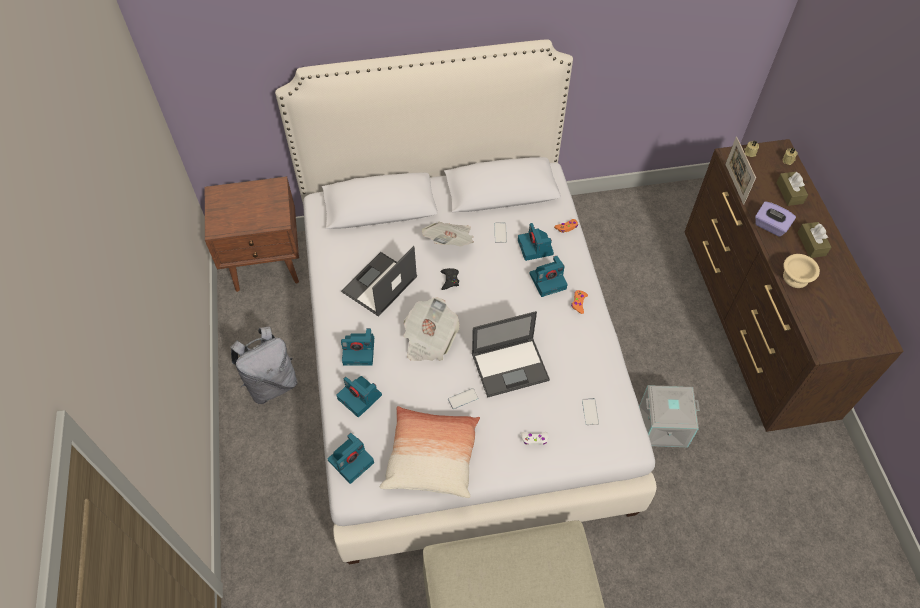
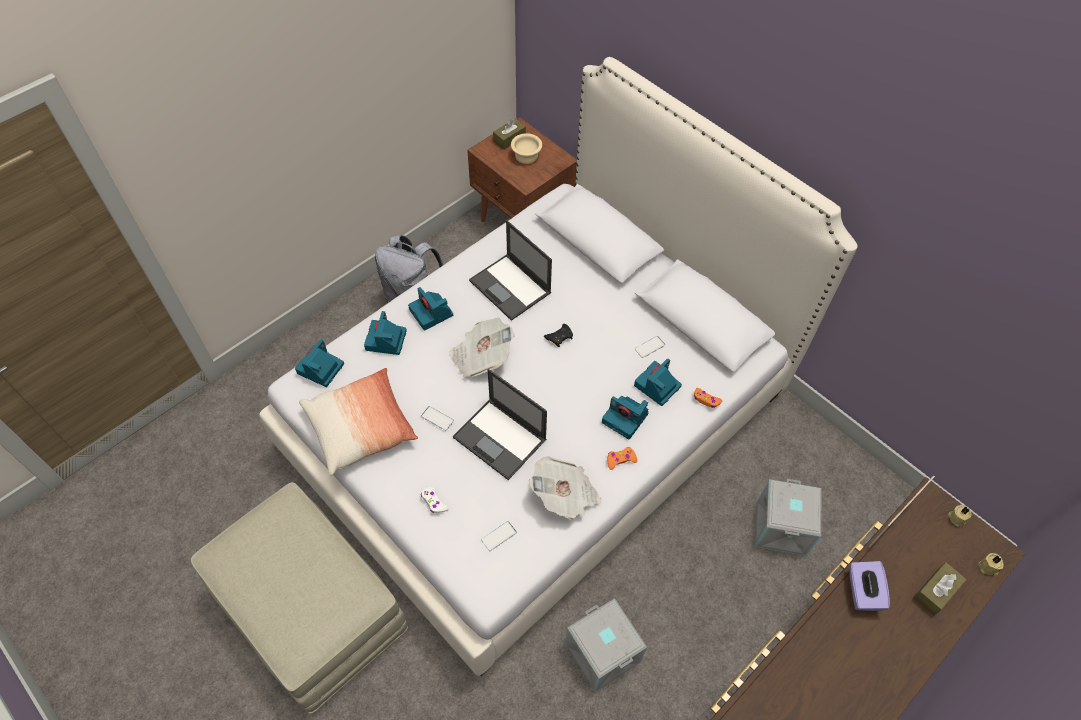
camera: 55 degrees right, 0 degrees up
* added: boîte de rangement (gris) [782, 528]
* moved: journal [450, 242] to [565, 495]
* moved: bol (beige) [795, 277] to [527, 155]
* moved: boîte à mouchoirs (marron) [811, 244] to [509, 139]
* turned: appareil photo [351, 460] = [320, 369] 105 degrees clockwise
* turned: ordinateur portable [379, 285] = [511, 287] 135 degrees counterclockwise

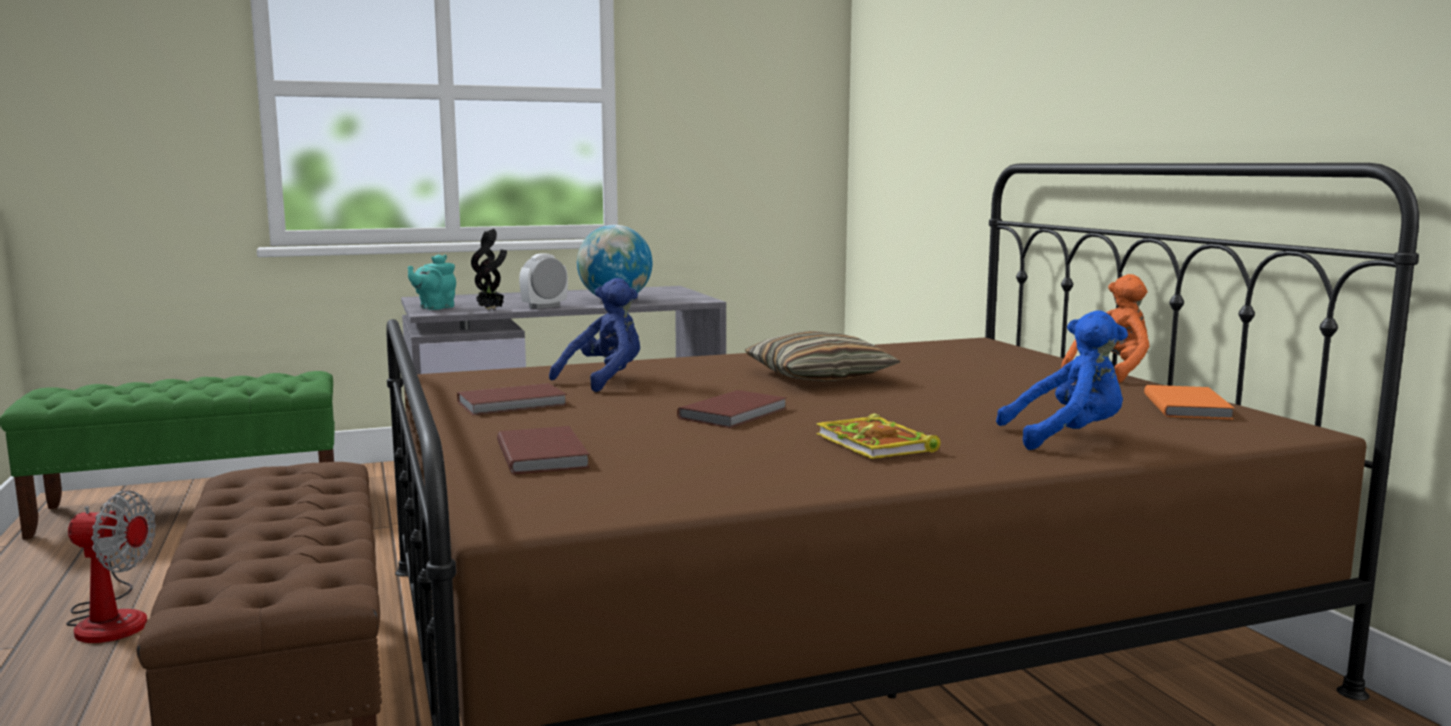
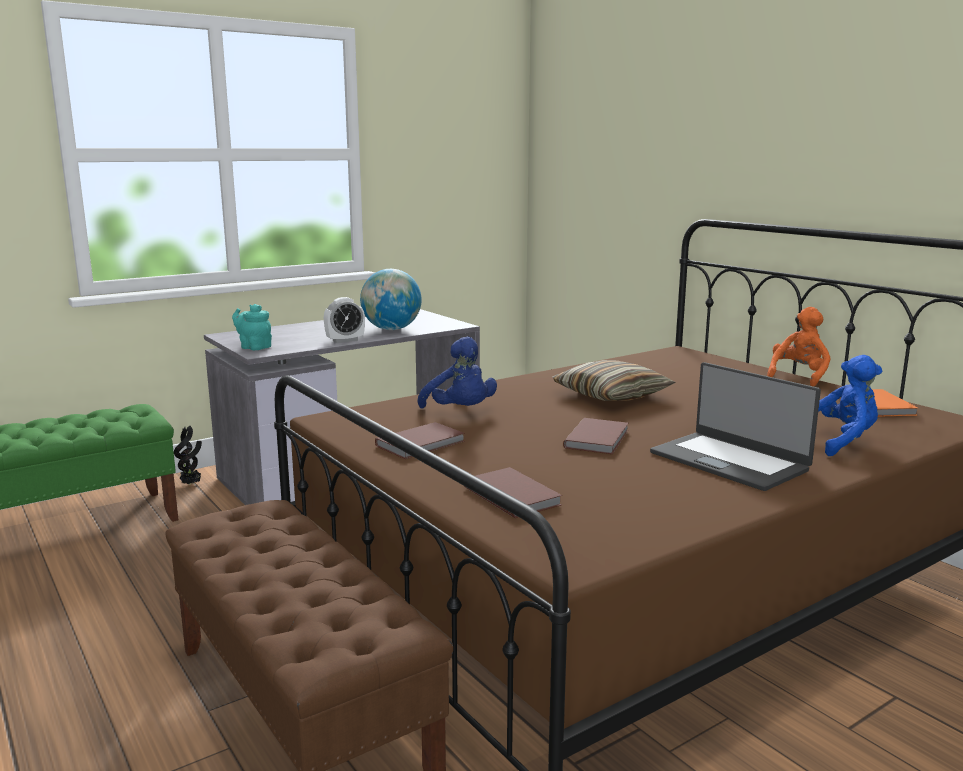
camera: 15 degrees left, 5 degrees up
* removed: ventilateur [110, 619]
* moved: plante en pot [491, 310] to [191, 484]
* replaced: livre [877, 444] to ordinateur portable [729, 461]
* turned: théière (turquoise) [434, 308] = [254, 347] 105 degrees clockwise
* turned: réveil [544, 307] = [345, 340] 150 degrees counterclockwise
* turned: peluche (bleu) [605, 380] = [460, 412] 120 degrees clockwise

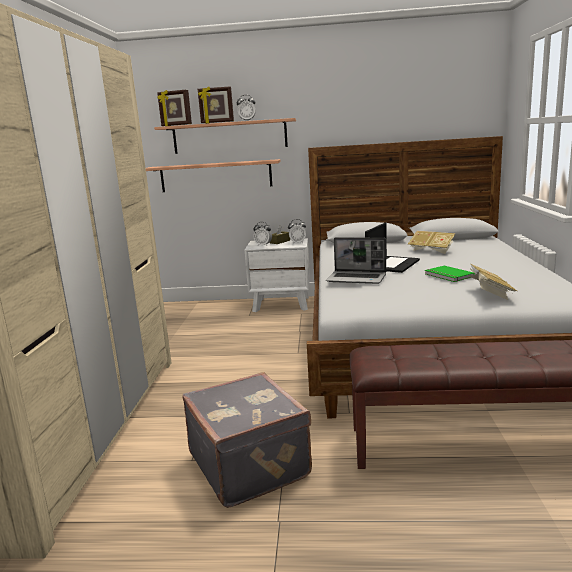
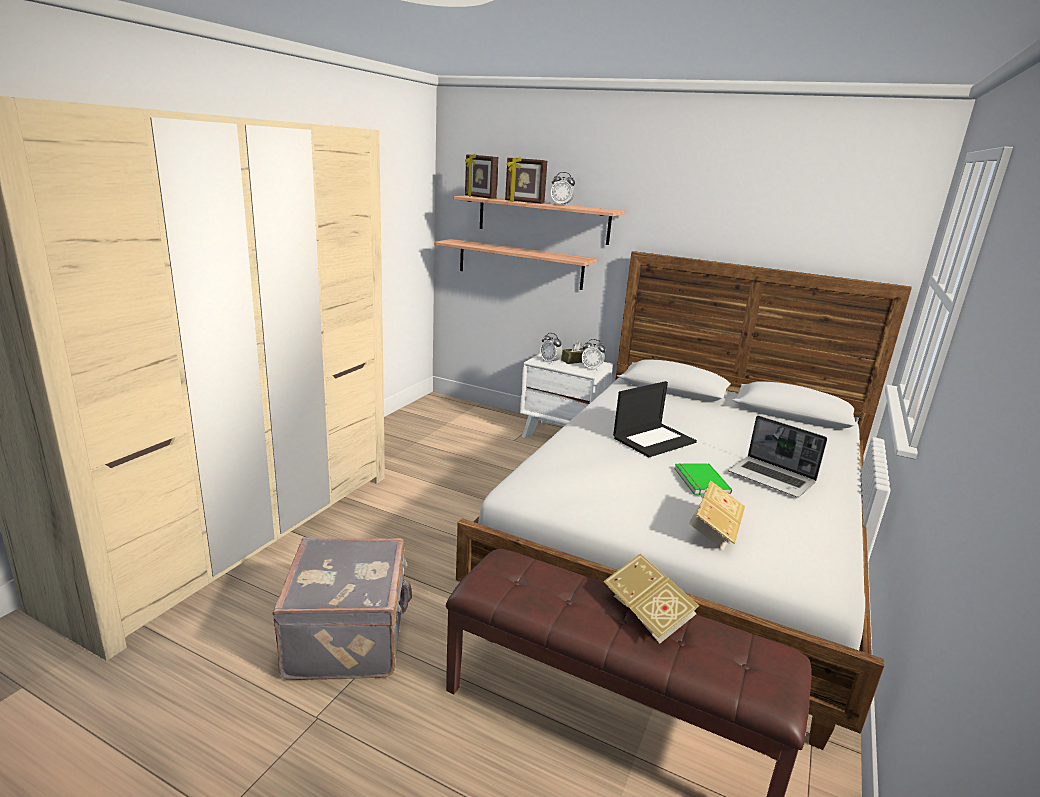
camera: 20 degrees right, 5 degrees up
* moved: ordinateur portable [357, 278] to [772, 478]
* moved: livre [431, 250] to [647, 614]

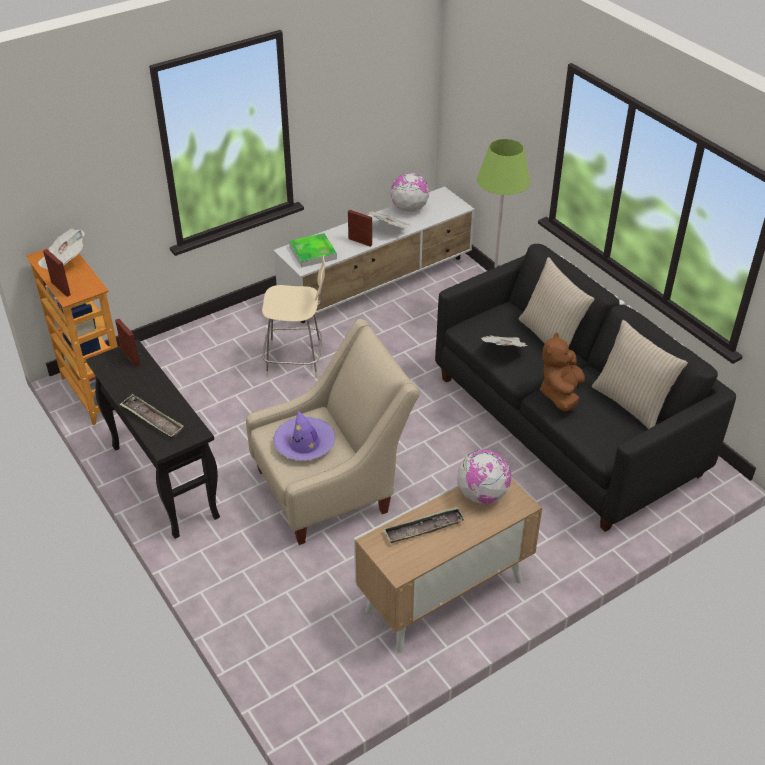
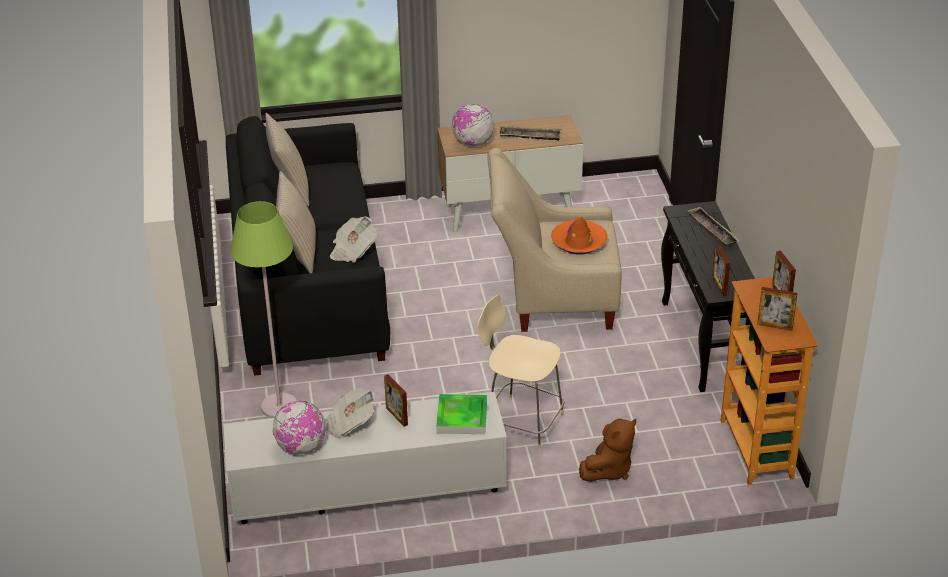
camera: 155 degrees left, 5 degrees down
* moved: peluche (marron) [561, 394] to [608, 469]
* replaced: journal [64, 261] to cadre photo [775, 326]
* recoloured: chapeau (violet) [304, 444] to chapeau (orange) [578, 242]

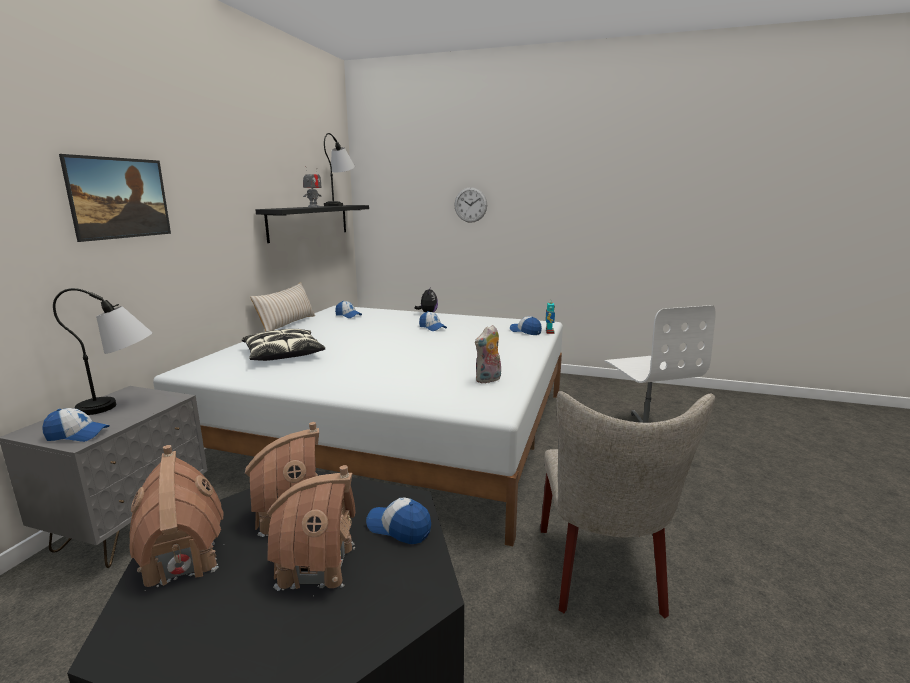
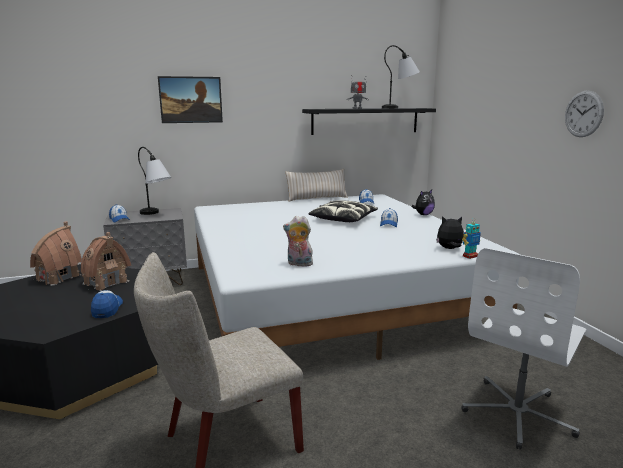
camera: 55 degrees right, 0 degrees up
* removed: maison miniature [317, 565]
* moved: coussin [283, 354] to [343, 219]
* moved: horloge murale [470, 205] to [583, 114]
* replaced: casquette [525, 331] to peluche [449, 249]

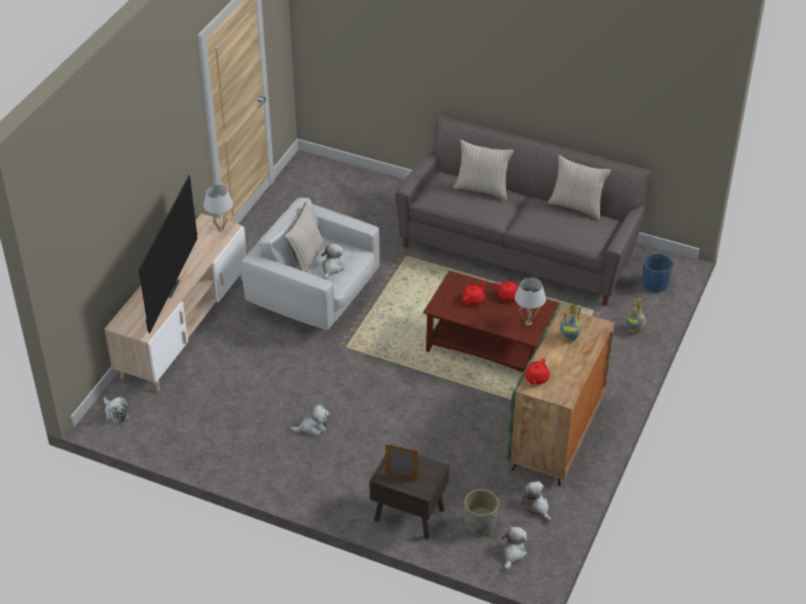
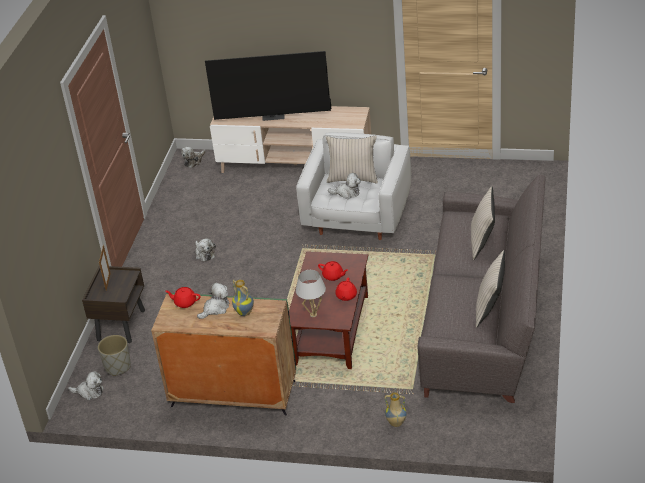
camera: 80 degrees right, 5 degrees down
* removed: lampe de table (blanc) [221, 229]
* removed: cache-pot (bleu) [655, 284]
* moved: peluche [536, 507] to [215, 308]

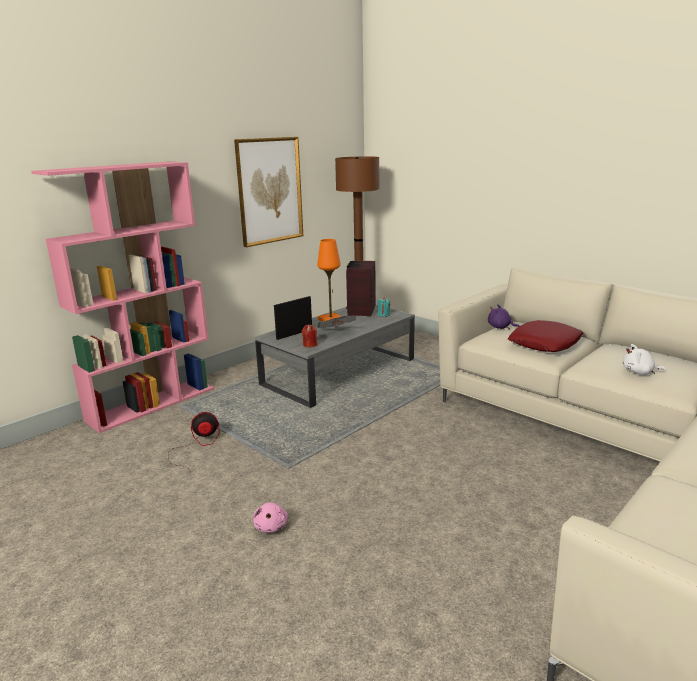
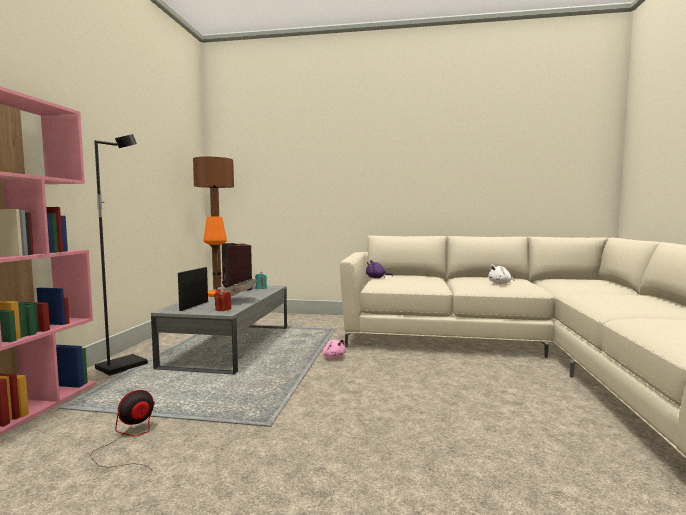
camera: 35 degrees left, 15 degrees down
* removed: tableau [269, 191]
* removed: coussin (rouge) [545, 343]
* added: lampadaire (noir) [121, 366]
* moved: peluche (rose) [271, 526] to [333, 357]

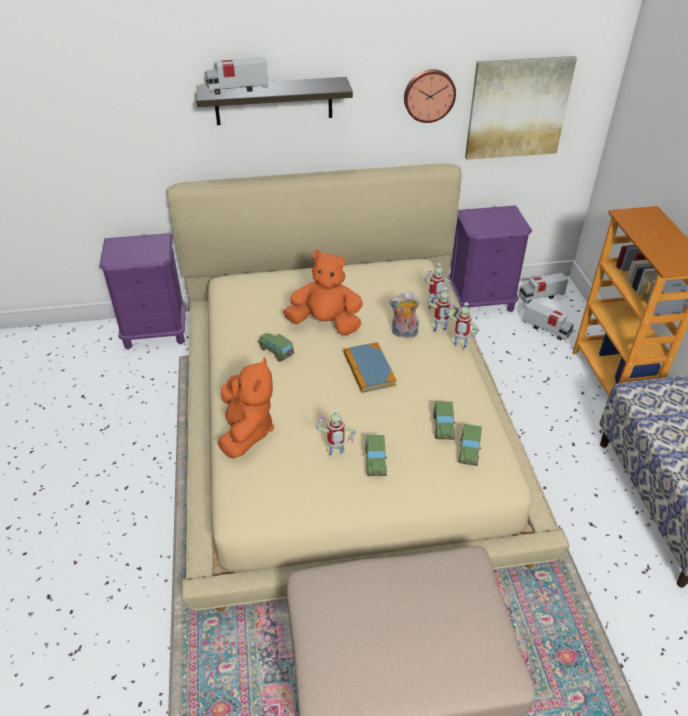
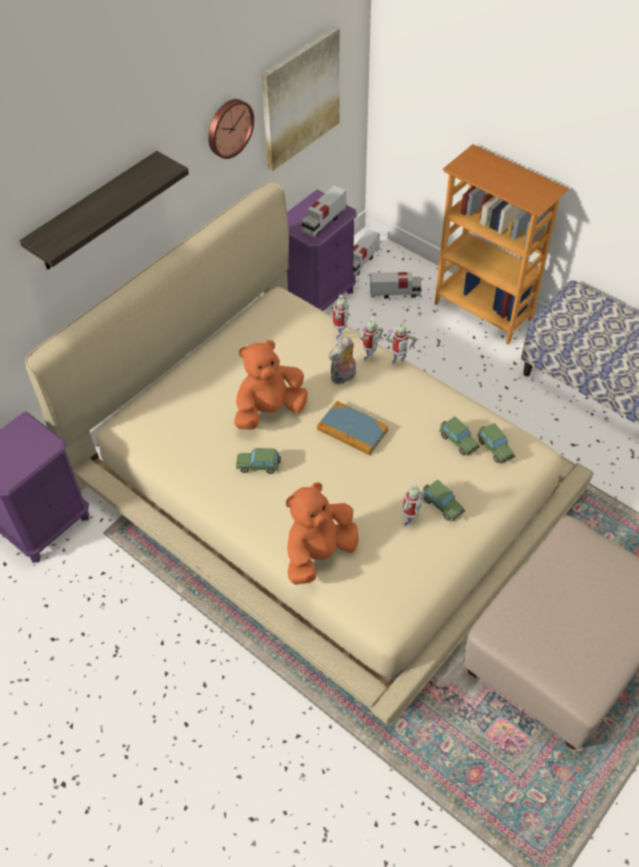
camera: 40 degrees left, 10 degrees up
* moved: camion jouet [237, 89] to [324, 222]
* turned: peluche (orange) [246, 431] = [319, 554] 90 degrees counterclockwise

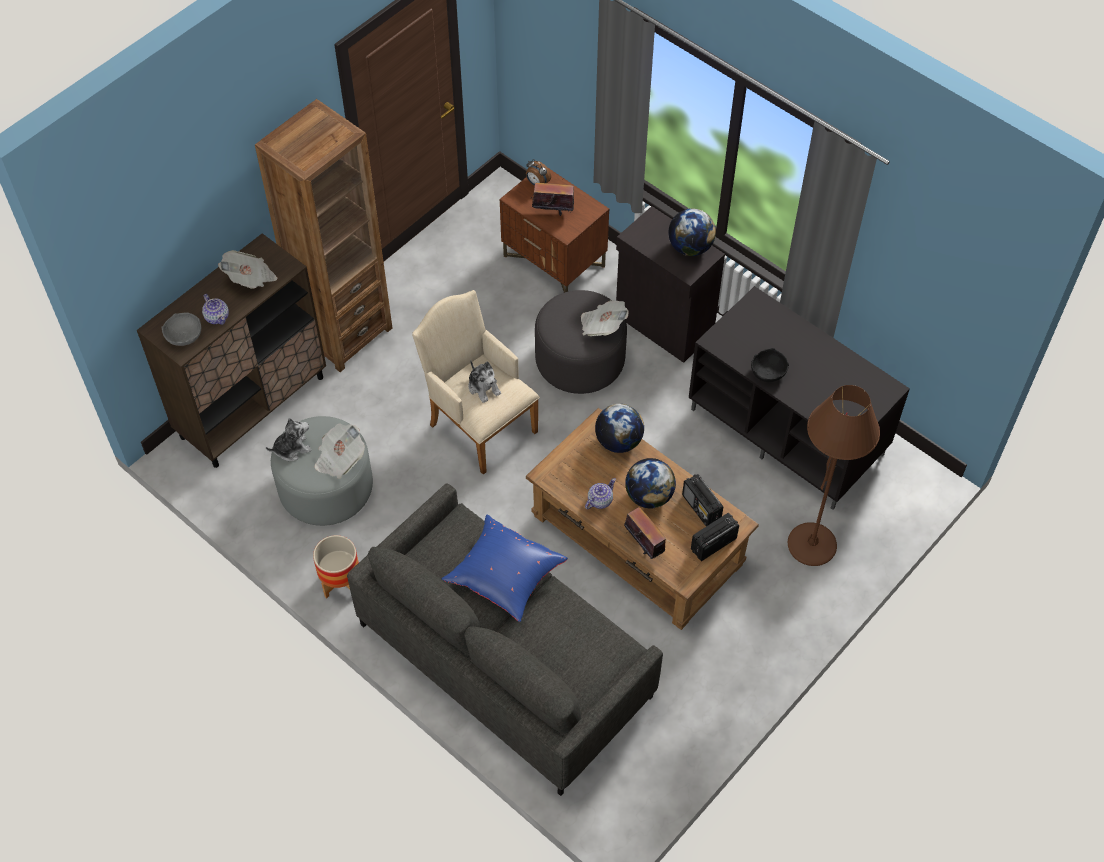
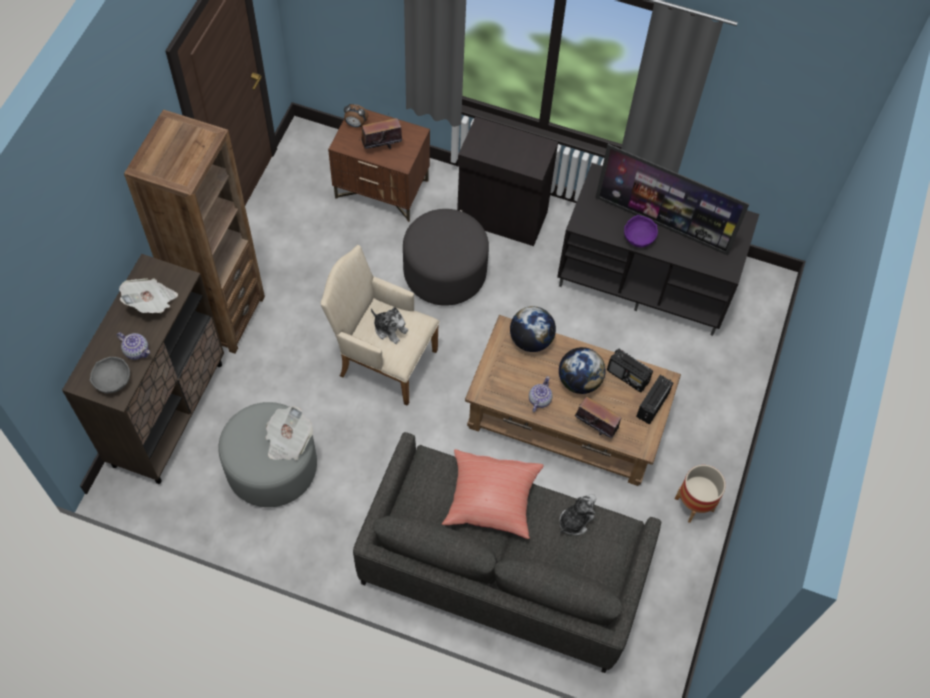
camera: 25 degrees left, 5 degrees up
* removed: journal [602, 326]
* removed: globe [690, 247]
* removed: lampadaire (marron) [811, 545]
* added: téléviseur [662, 224]
* moved: peluche [292, 448] to [574, 520]
* moved: cache-pot [341, 583] to [694, 504]
* recoloured: coussin (bleu) [504, 577] to coussin (rouge) [491, 500]
* recoloured: bol (noir) [767, 372] to bol (violet) [638, 237]

